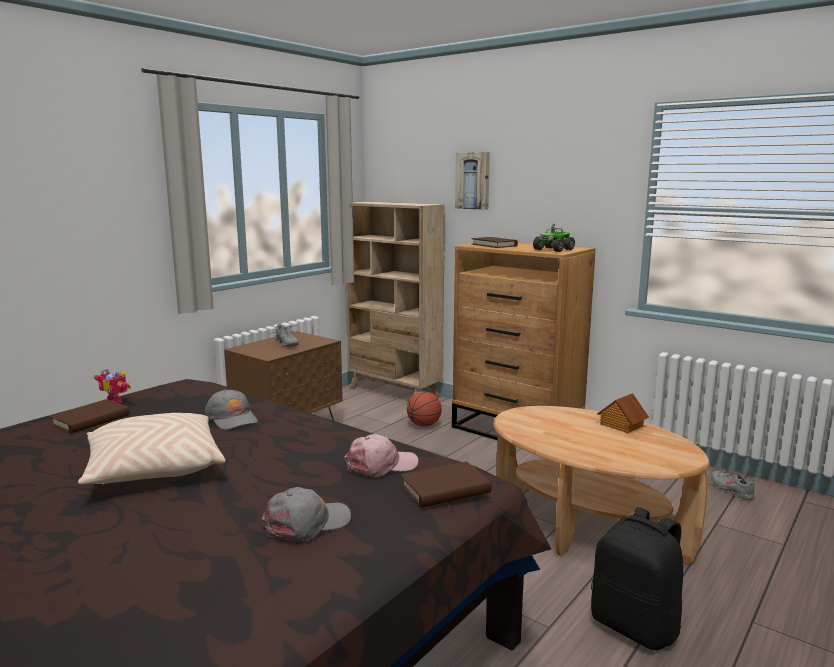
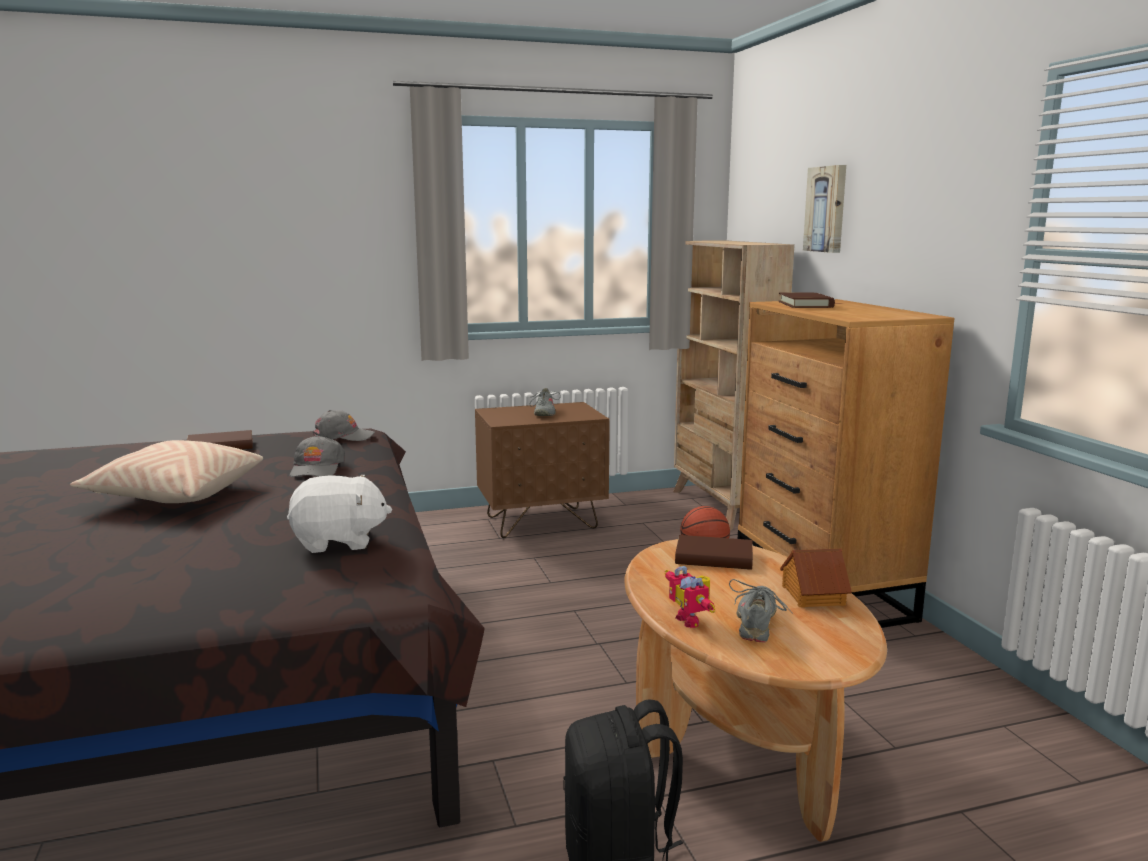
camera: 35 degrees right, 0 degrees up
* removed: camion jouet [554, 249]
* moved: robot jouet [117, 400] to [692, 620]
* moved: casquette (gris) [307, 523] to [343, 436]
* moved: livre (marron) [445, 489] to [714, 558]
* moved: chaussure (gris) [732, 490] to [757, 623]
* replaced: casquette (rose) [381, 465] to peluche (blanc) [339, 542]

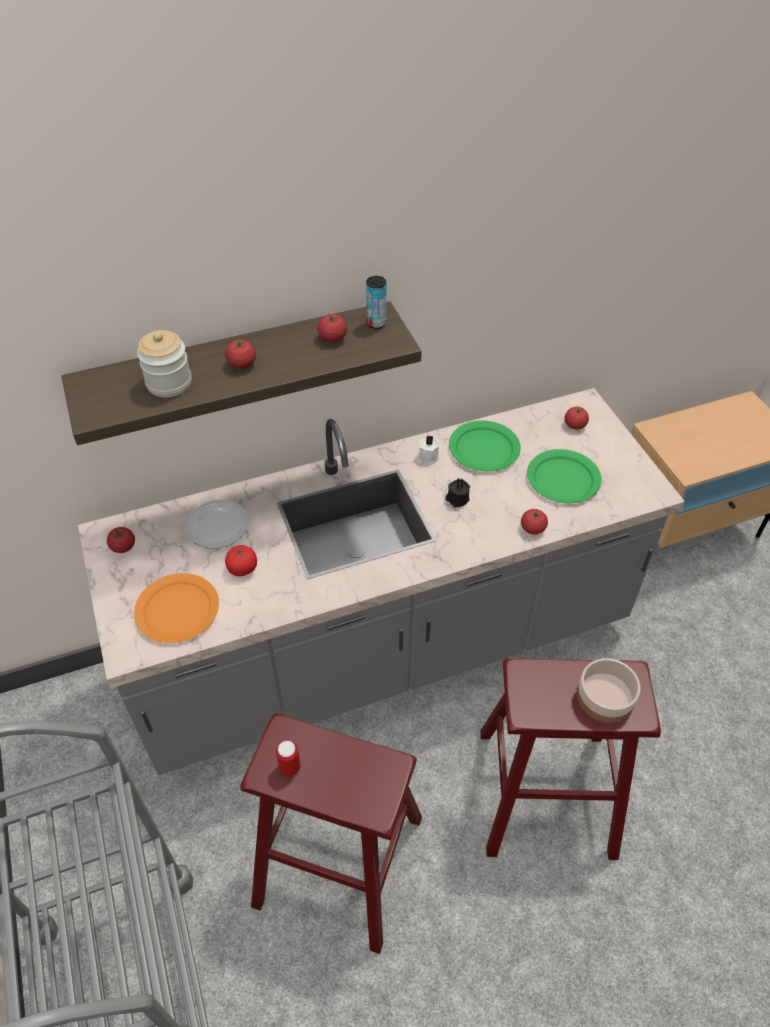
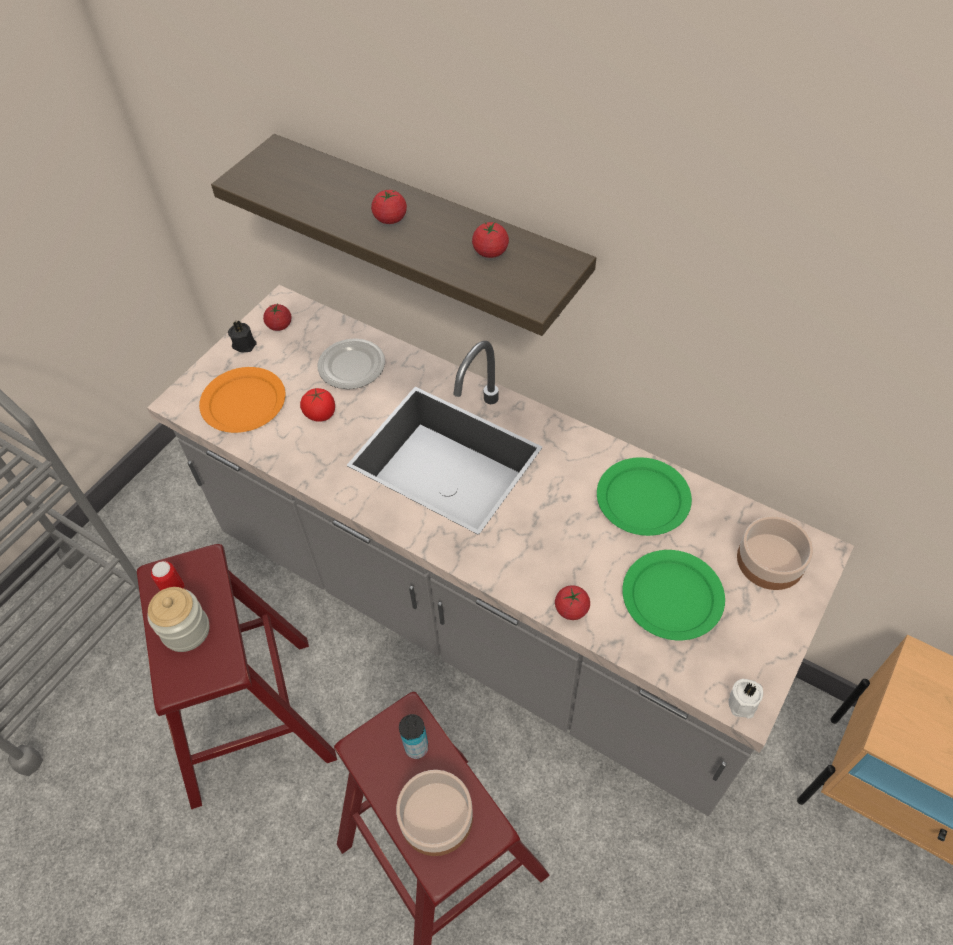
camera: 55 degrees right, 5 degrees up
* moved: bocal [169, 383] to [186, 630]
* moved: boîte métallique [376, 323] to [416, 748]
* moved: bougie (blanc) [429, 456] to [744, 703]
* moved: bougie (noir) [457, 499] to [244, 344]
* replaced: tomate [575, 425] to bol [769, 561]

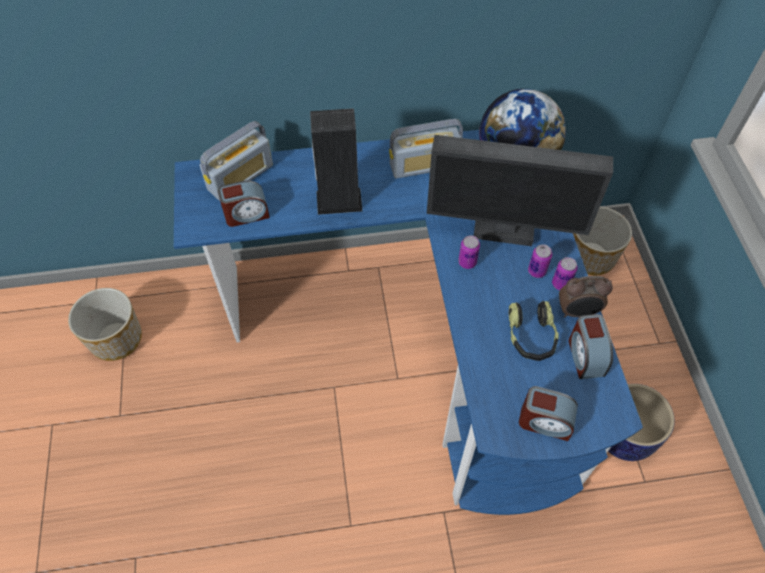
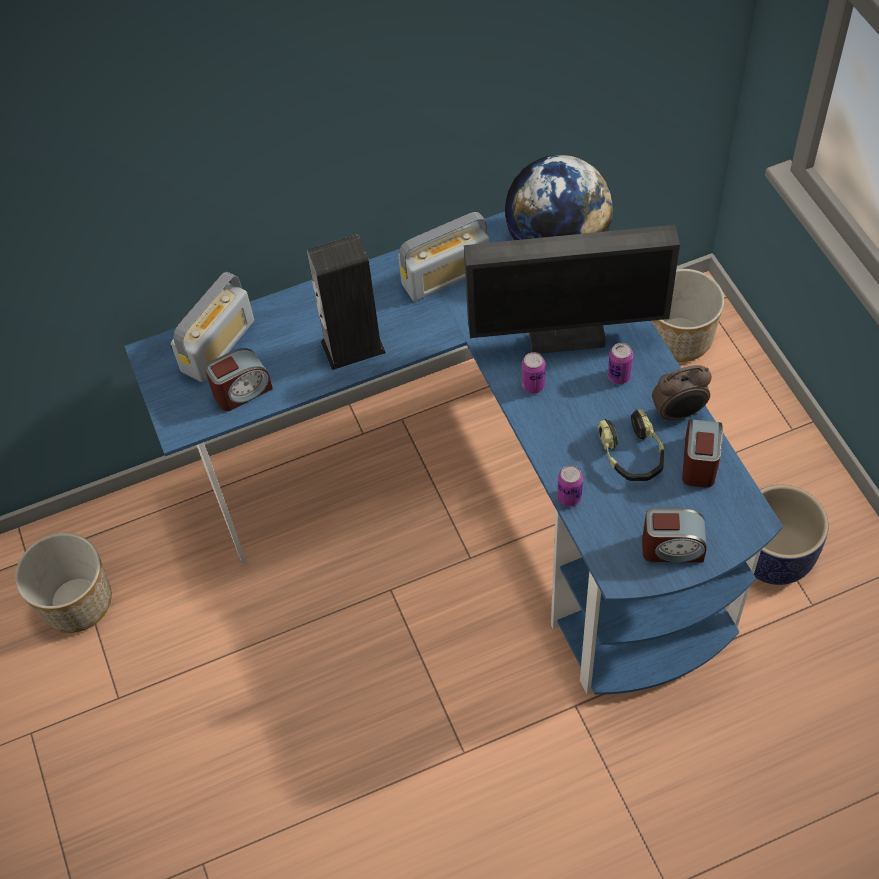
camera: 10 degrees left, 0 degrees up
* moved: boîte métallique [561, 284] to [569, 497]
* turned: réveil [585, 356] = [700, 462] 150 degrees counterclockwise

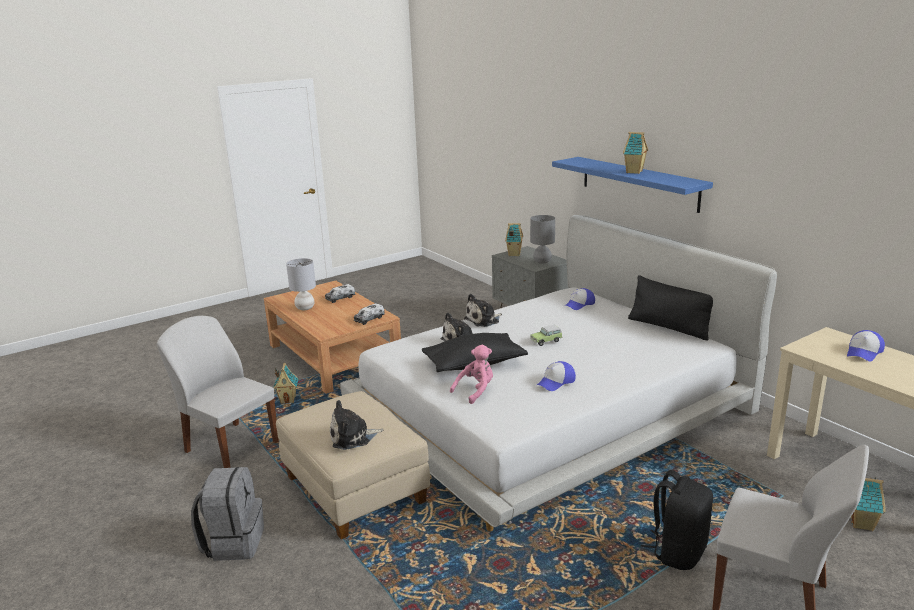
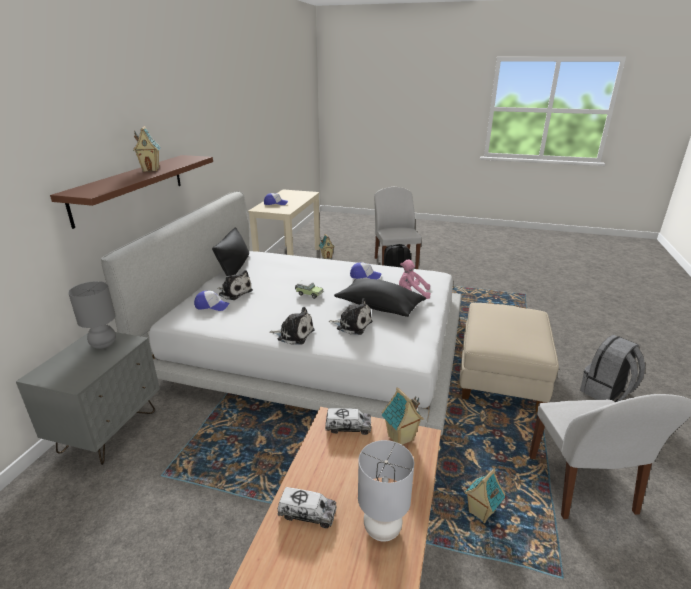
camera: 130 degrees left, 5 degrees up
* moved: peluche [352, 437] to [234, 292]
* moved: maison miniature [514, 254] to [400, 439]
* recoloured: étagère (bleu) [638, 183] to étagère (marron) [130, 188]

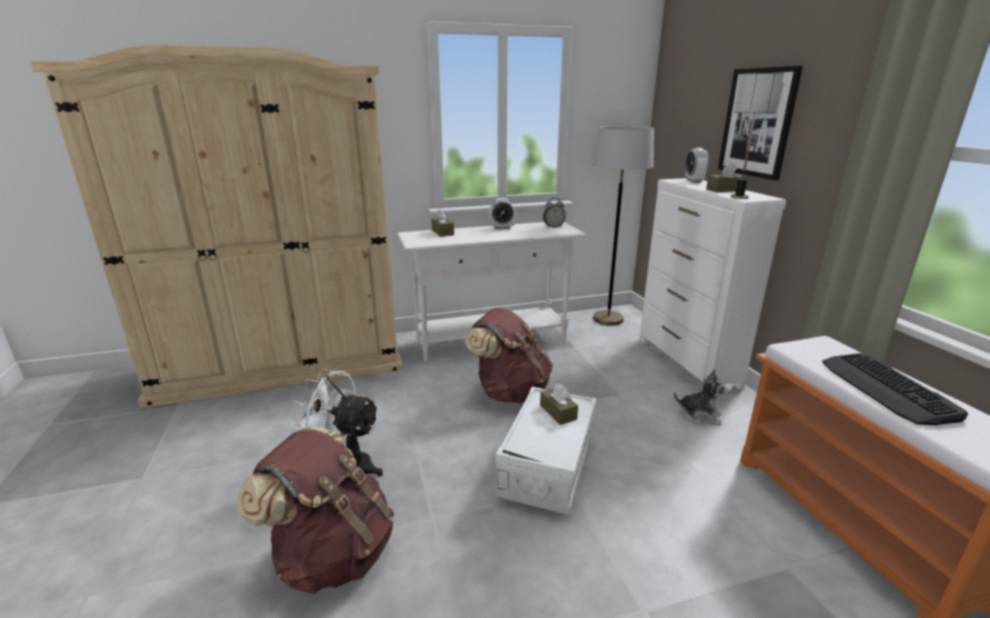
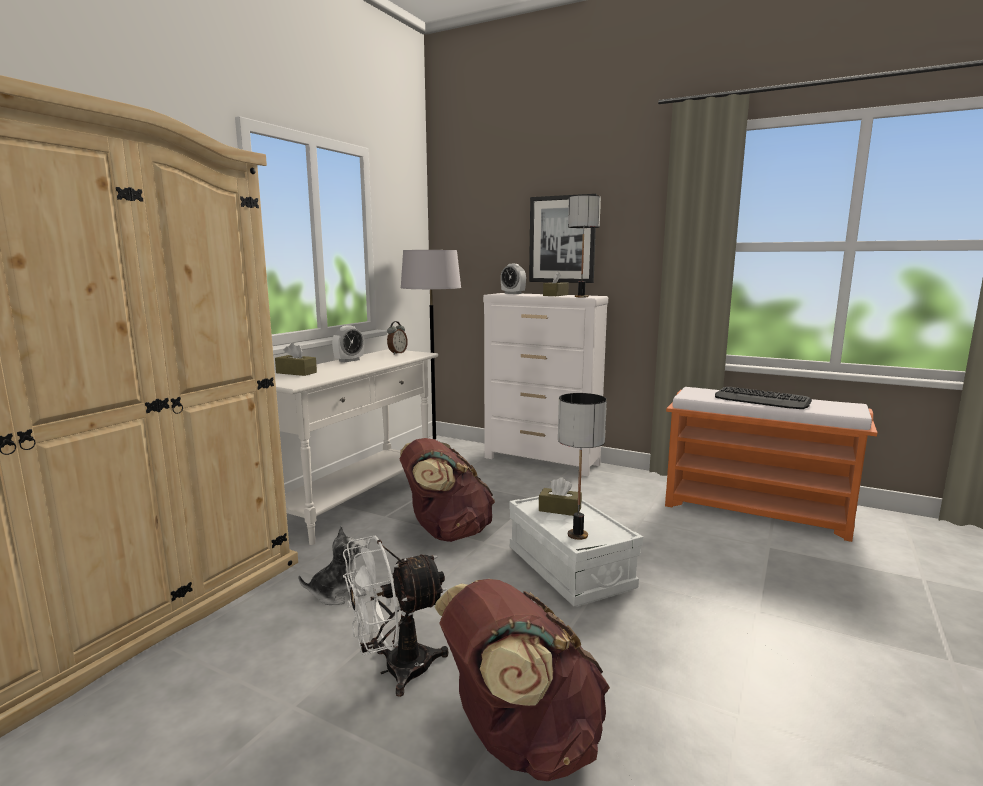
camera: 45 degrees left, 10 degrees down
* added: lampe de table [577, 535]
* moved: peluche [700, 415] to [338, 593]

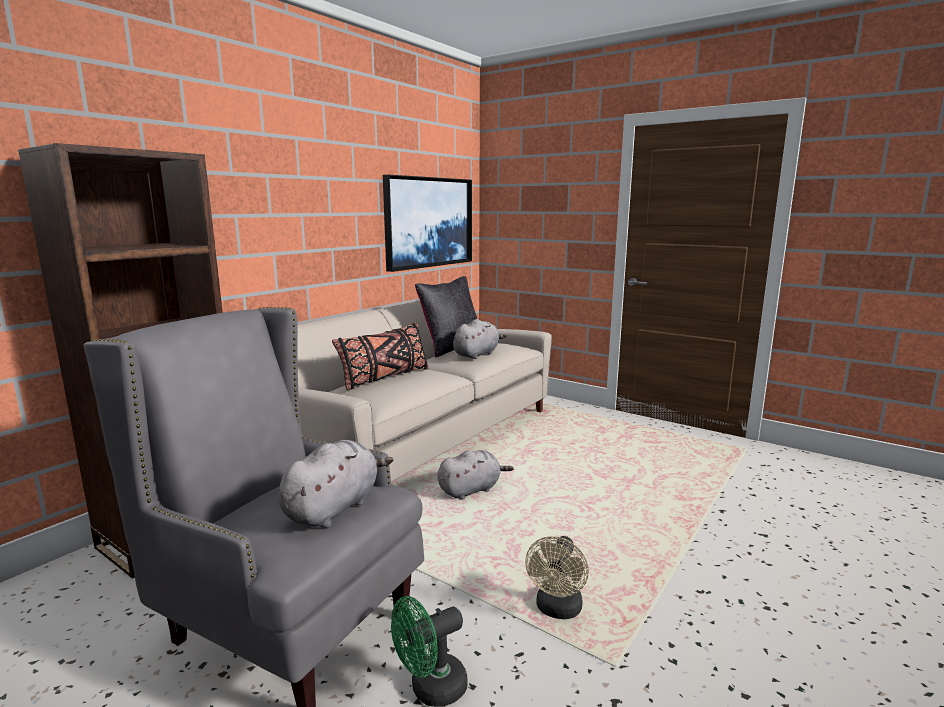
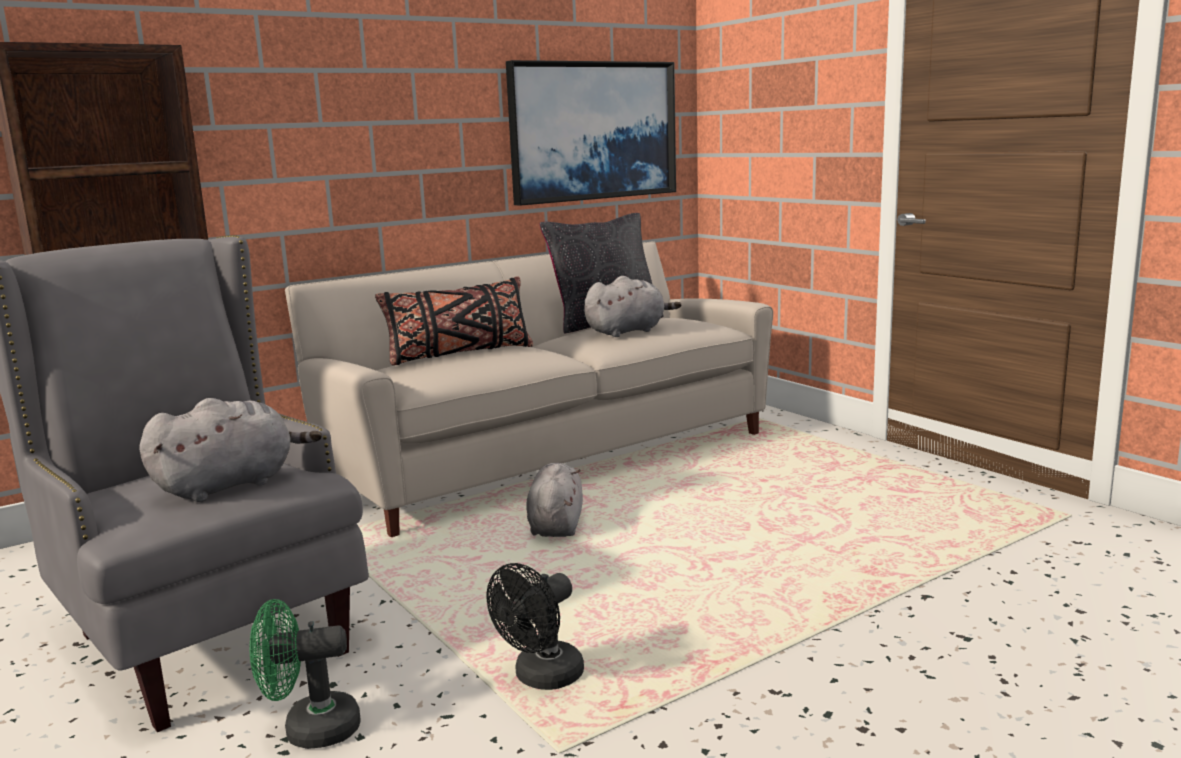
camera: 20 degrees right, 0 degrees up
* recoloured: ventilateur (beige) [557, 610] to ventilateur (noir) [541, 678]
* turned: peluche (gris) [471, 490] = [556, 525] 75 degrees counterclockwise

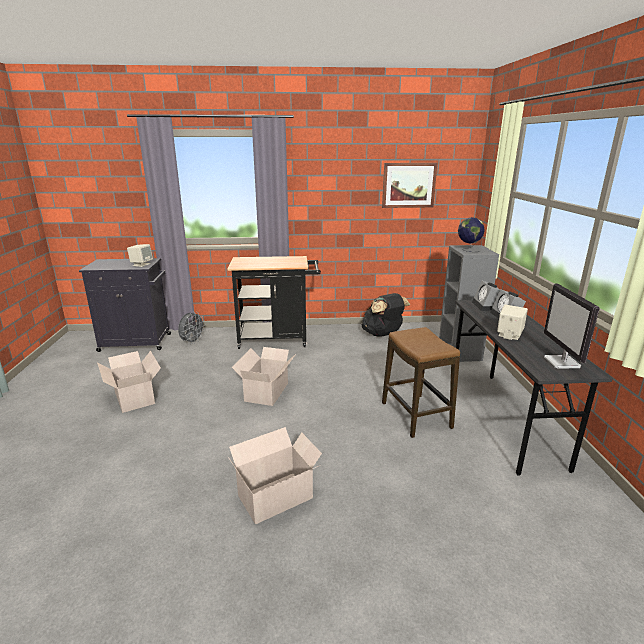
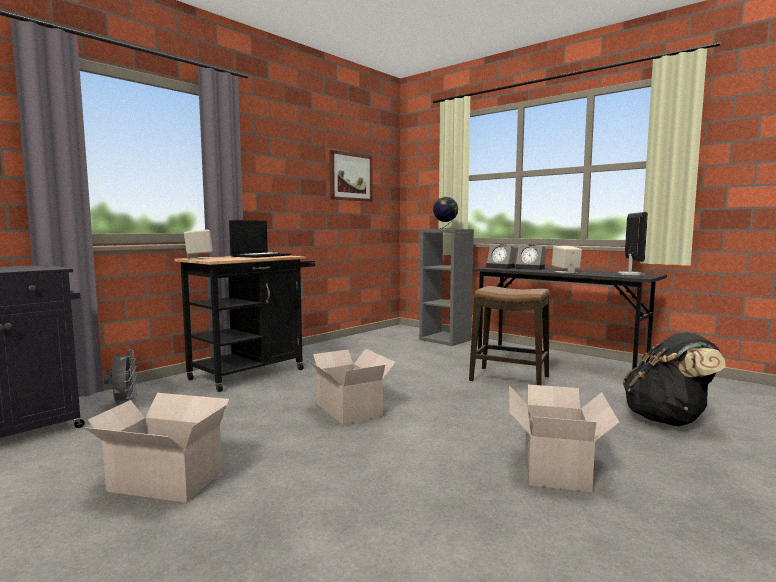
camera: 45 degrees left, 15 degrees down
* added: ordinateur portable [261, 256]
* moved: enceinte (beige) [141, 264] to [198, 258]
* moved: sac à dos (noir) [383, 334] to [668, 420]
* turned: écran d'ordinateur [562, 363] = [630, 274] 120 degrees counterclockwise

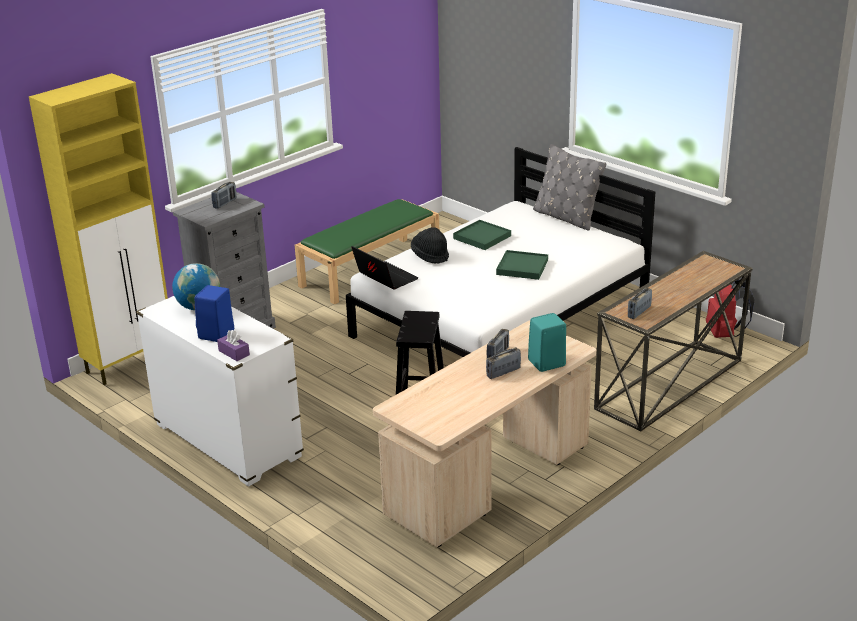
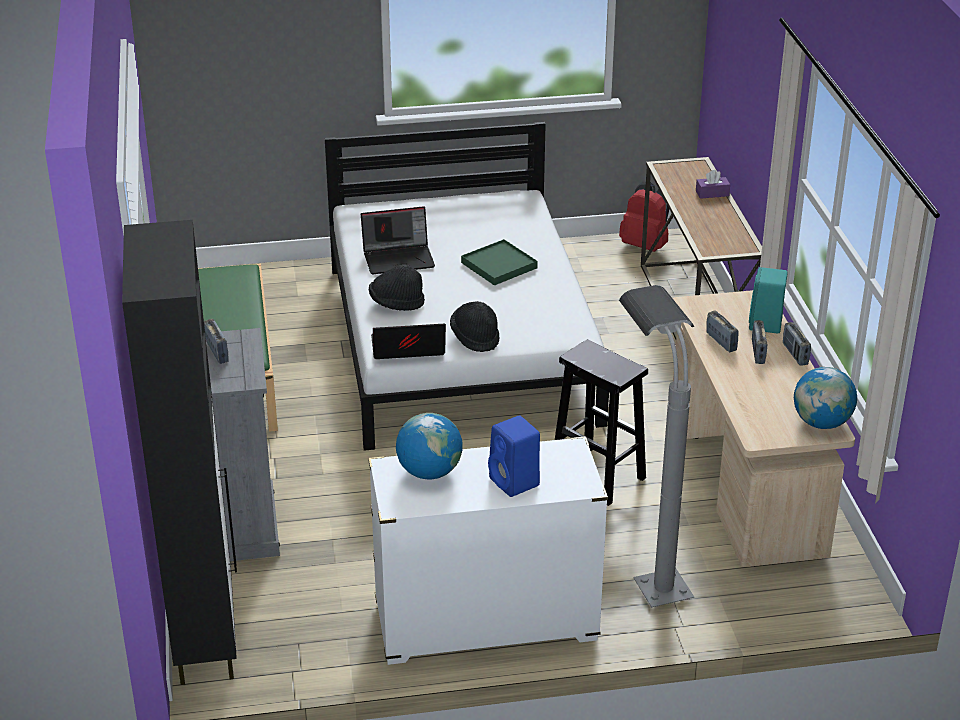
camera: 55 degrees left, 5 degrees up
* removed: coussin (gris) [566, 217]
* added: chapeau (noir) [475, 338]
* added: lampadaire (gris) [648, 570]
* added: globe [821, 423]
* moved: boîte à mouchoirs (violet) [234, 353] to [712, 193]
* moved: radio [639, 312] to [795, 354]
* replaced: plateau (vert) [482, 237] to ordinateur portable [399, 258]
* recoloured: meuble de rangement (jaune) [130, 363] to meuble de rangement (noir) [205, 637]

